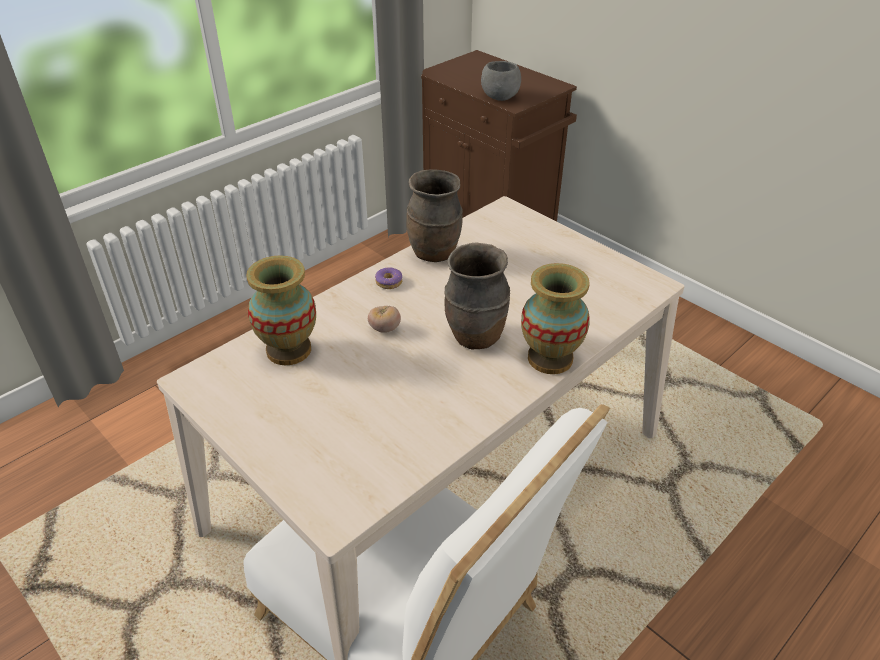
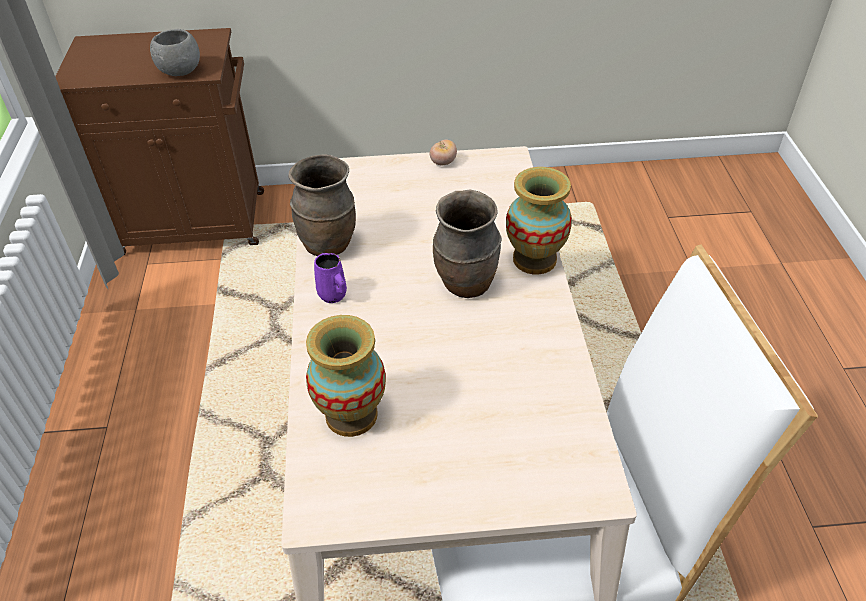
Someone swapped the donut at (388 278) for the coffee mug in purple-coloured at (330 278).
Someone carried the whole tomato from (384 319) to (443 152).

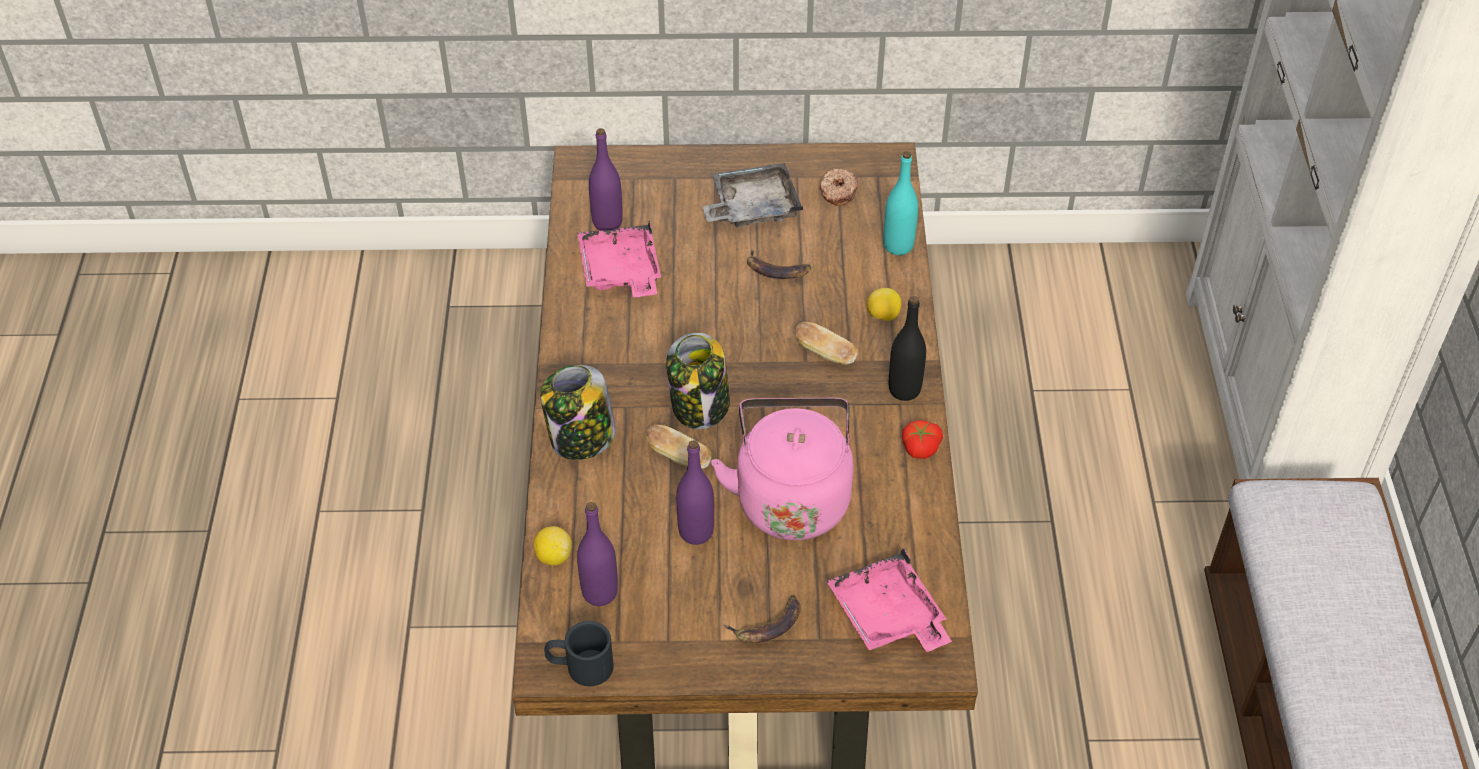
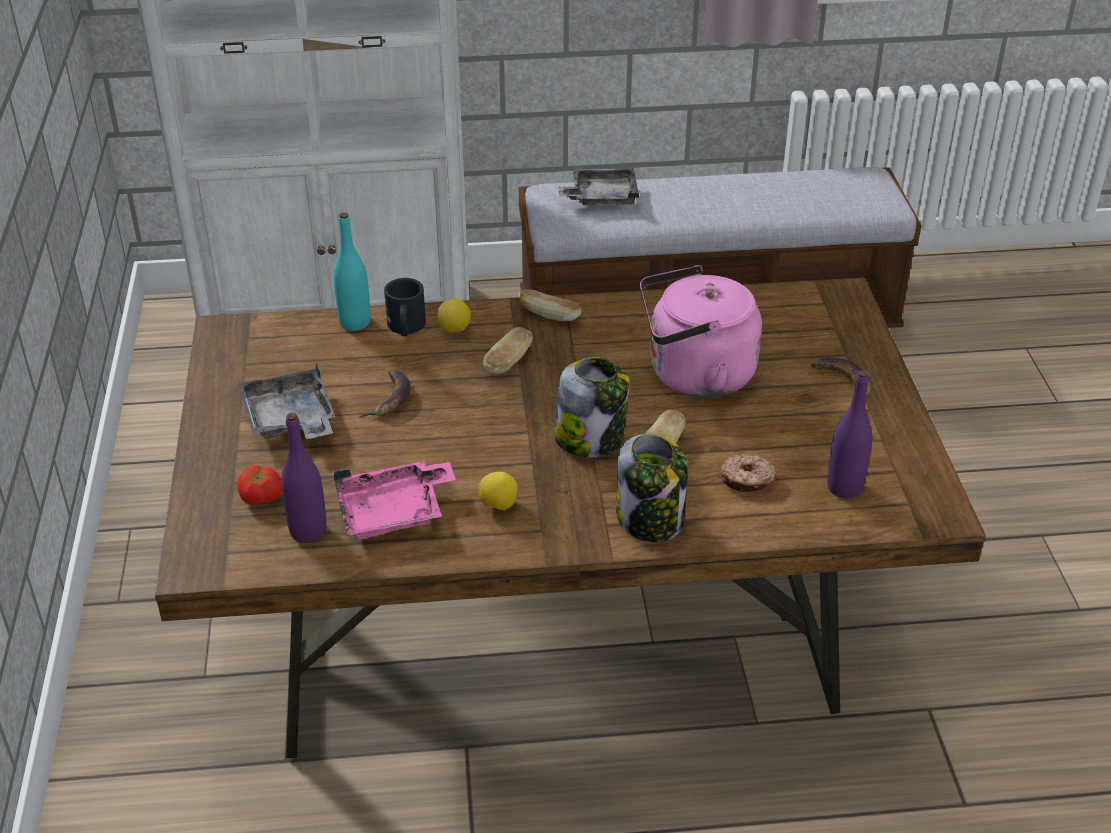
Someone carried the whole tomato from (922 439) to (260 485).
Someone carried the coffee mug in blackish from (579 653) to (405 307).
Someone carried the citrus fruit from (552 546) to (498 491).
Someone swapped the drink bottle in blackish at (907 348) for the bakery bread at (550 305).
Someone put down the tray in greyish at (598 186).
Someone carried the donut from (838 187) to (749 473).
Someone took away the drink bottle in purple-coloured at (695 492).
Someone took away the tray in pinkish at (889 600).

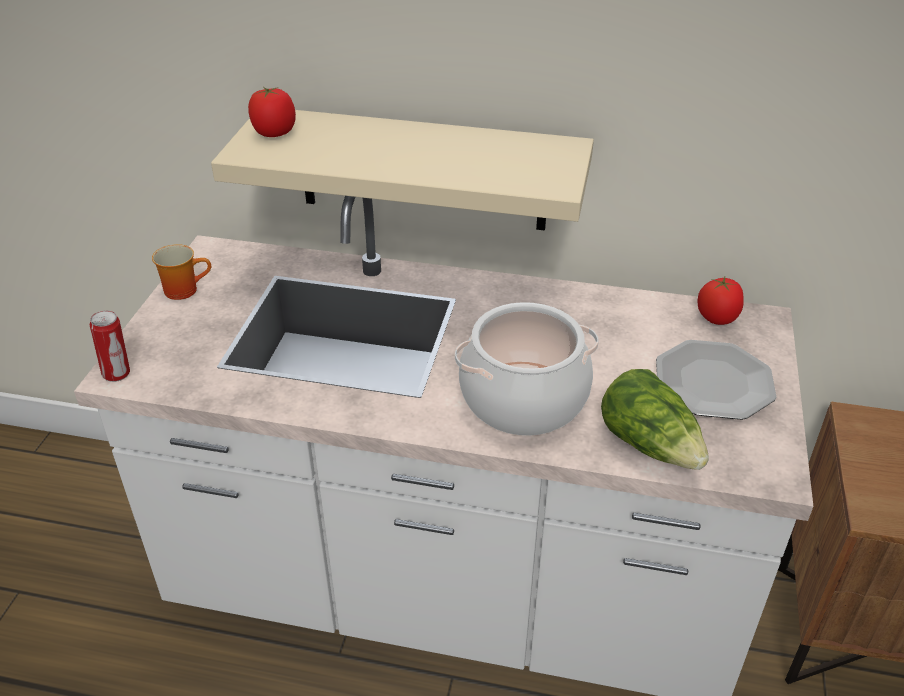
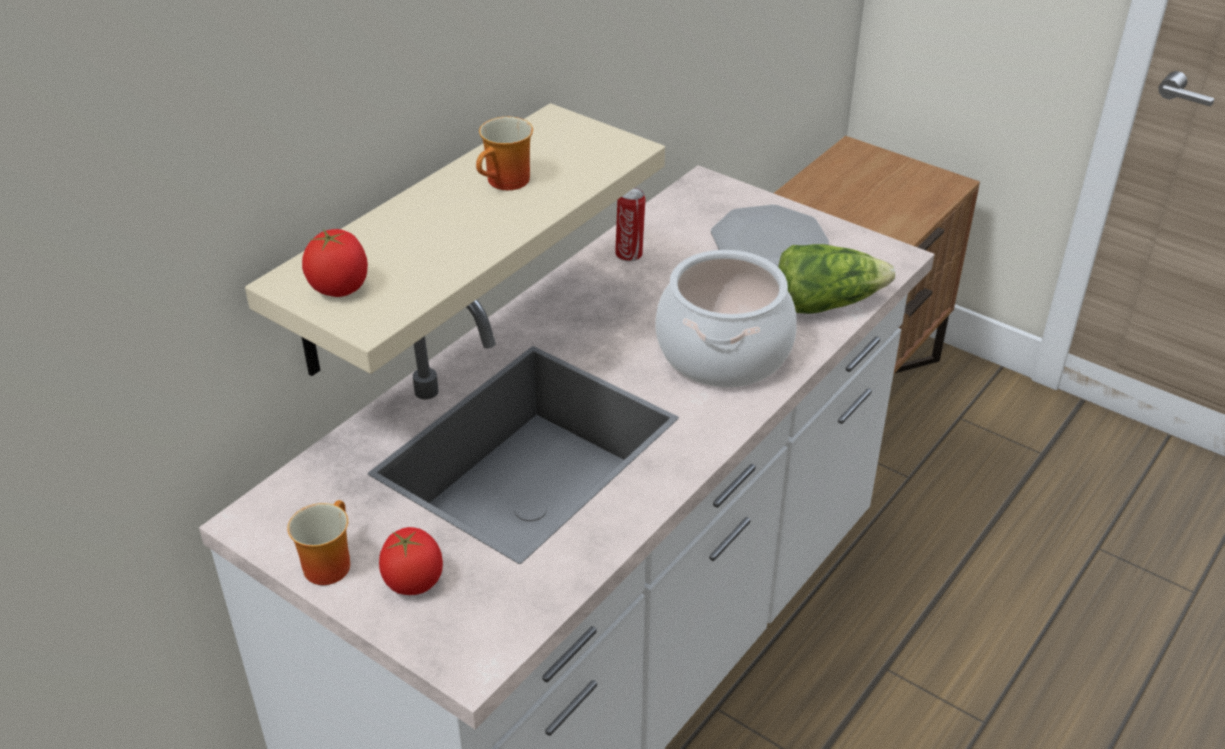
Someone carried the whole tomato from (720 301) to (411 561).
Someone put down the coffee mug at (504 153).
Someone carried the can from (110 346) to (630 225).

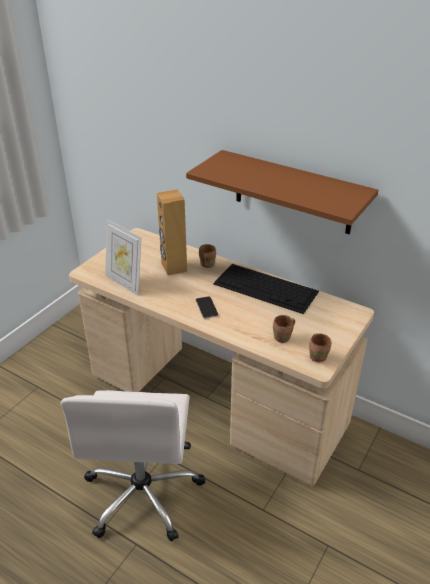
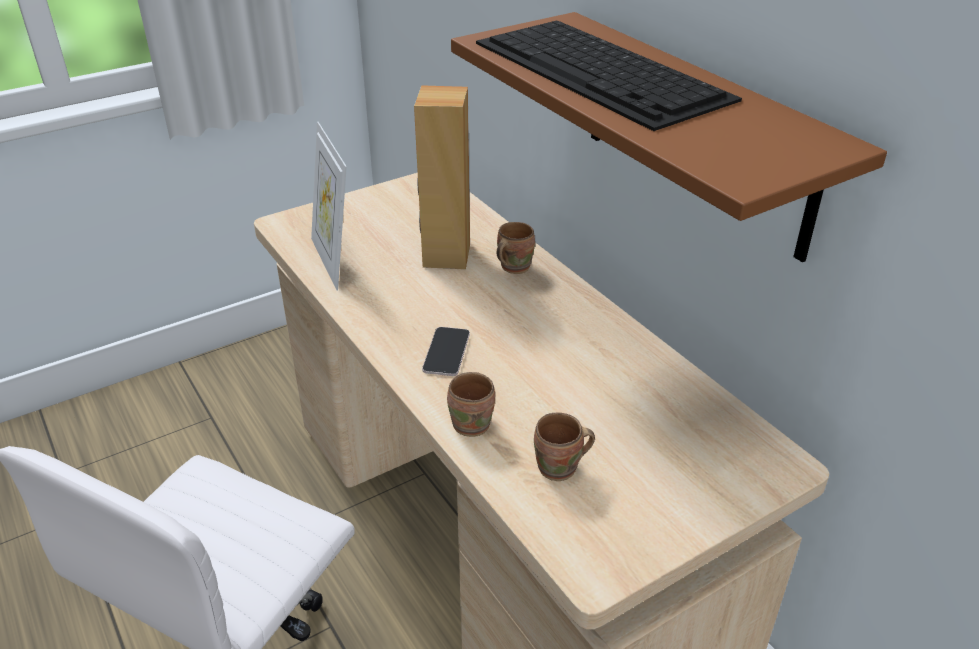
Someone carried the coffee mug in brown-coloured from (320 348) to (471 404).
Someone carried the PC keyboard from (266 289) to (609 75).

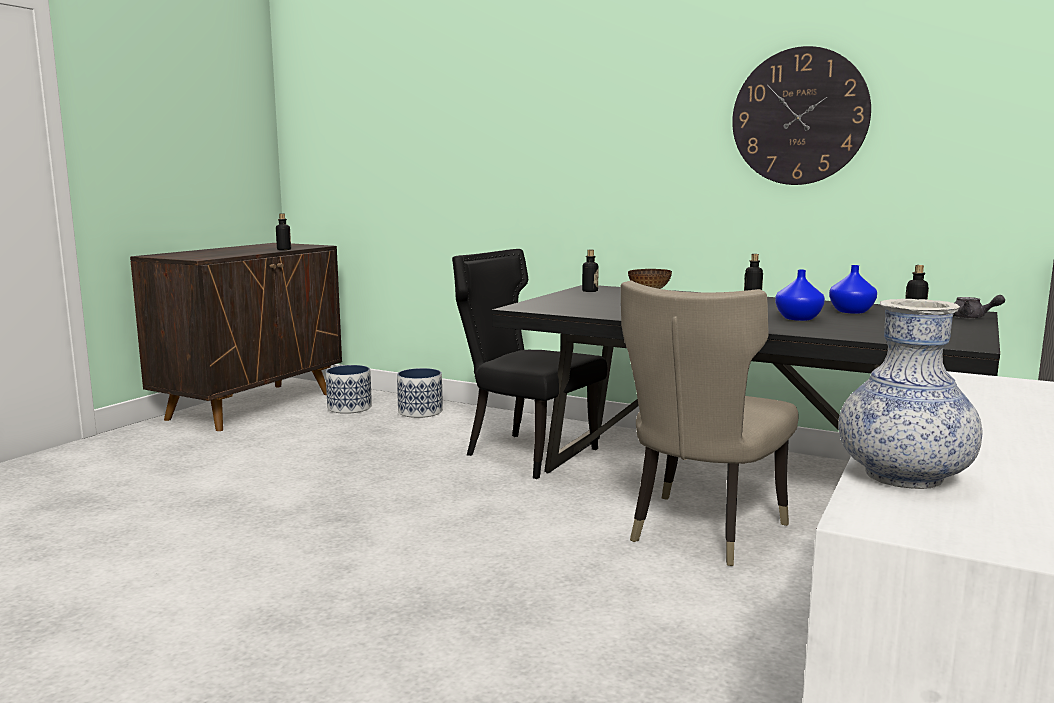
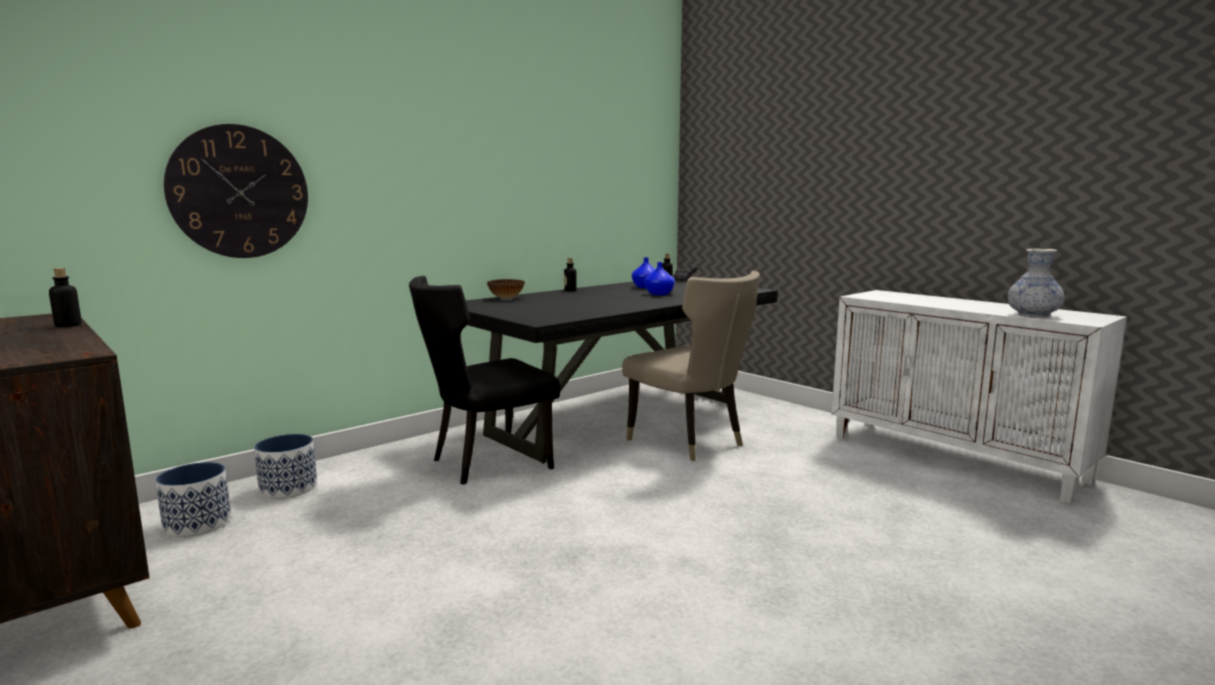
Someone carried the hanging clock from (801 115) to (236 191).
Someone took away the drink bottle at (590 271).

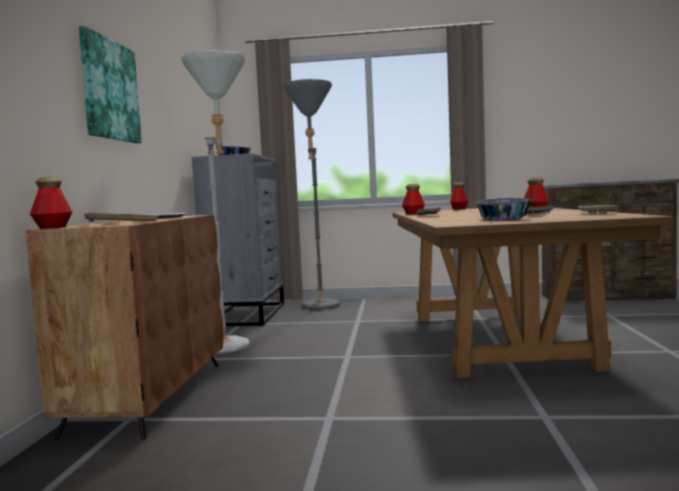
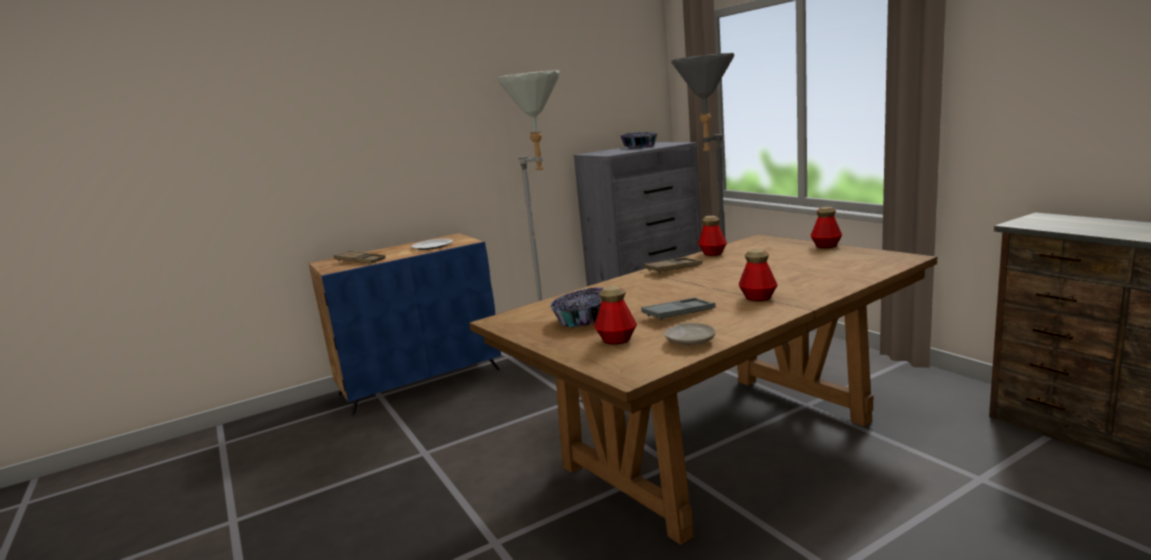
Someone repainted the storage cabinet in brown-coloured at (124 327), which became the storage cabinet in bluish at (405 324).
Someone carried the drink bottle from (51 203) to (615 315).
Someone took away the wall picture at (110 85).

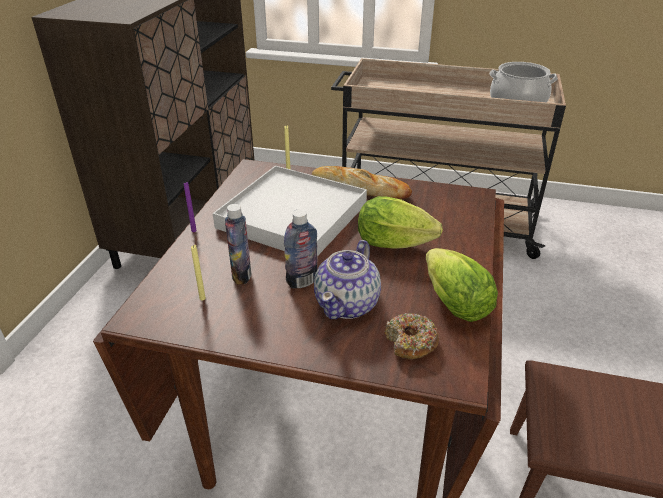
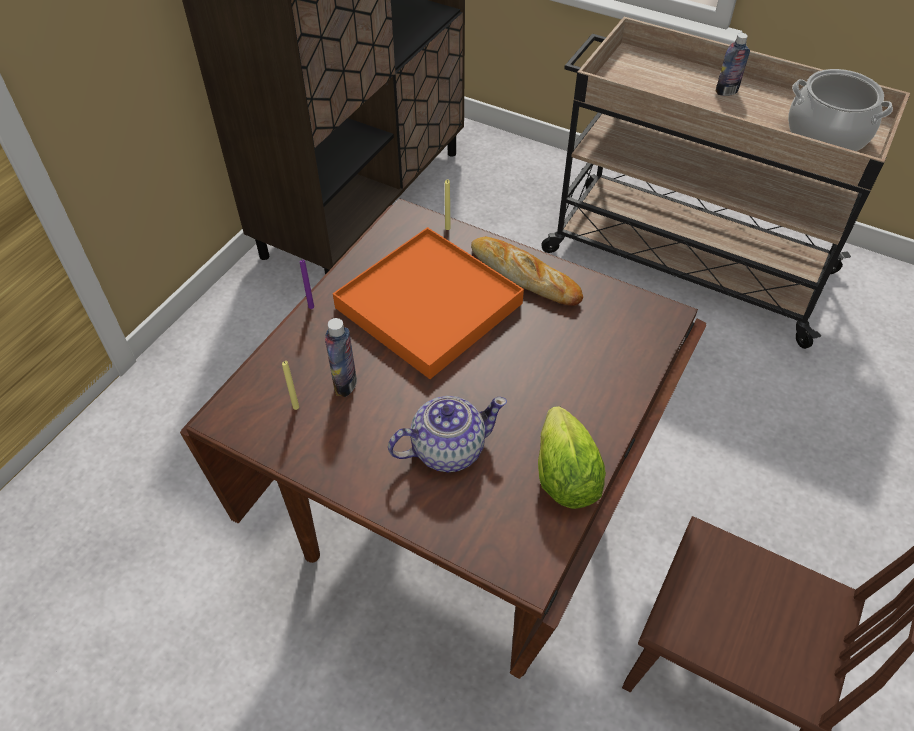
Someone repainted the tray in white at (290 211), which became the tray in orangey at (428 303).
Someone rotated the pot for tea at (347 279) by 150 degrees counterclockwise.
Someone carried the drink bottle from (301 248) to (733 64).
Someone took away the head of lettuce at (400 222).
Someone took away the donut at (412 336).

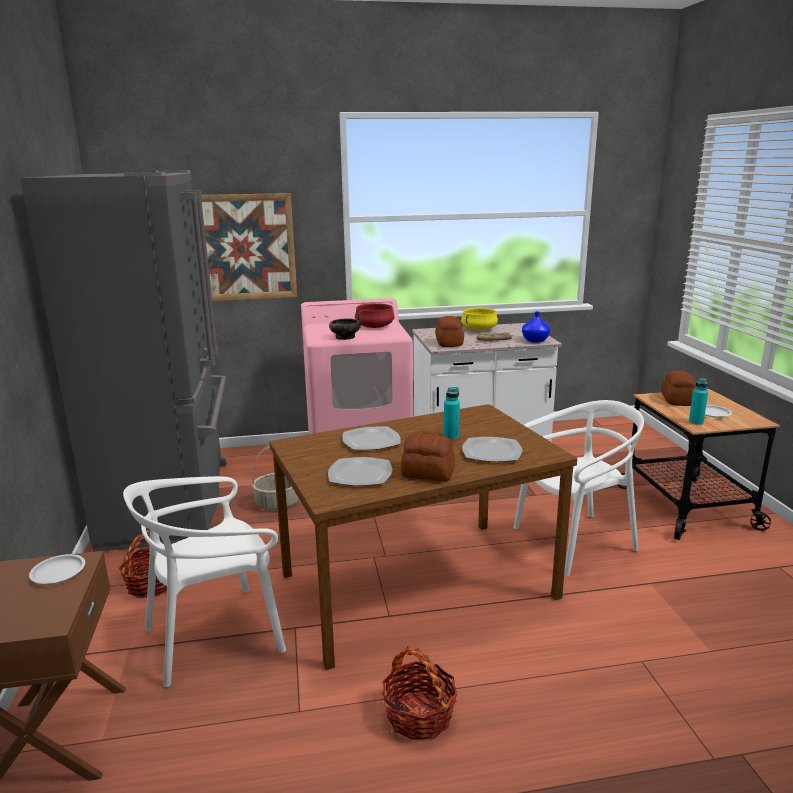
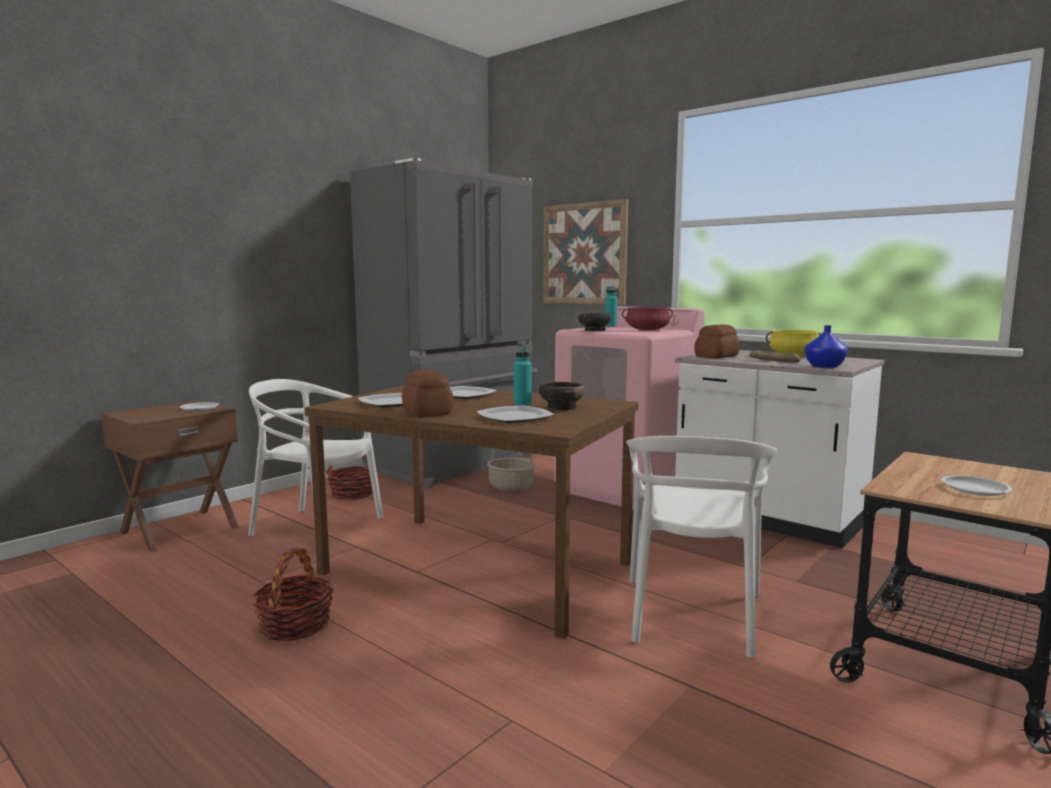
Someone put down the bowl at (562 396).
Someone carried the drink bottle in turquoise from (698 401) to (611 306).
Someone rotated the plain chair in white at (578 488) by 75 degrees clockwise.
Someone took away the bakery bread at (678 388).

